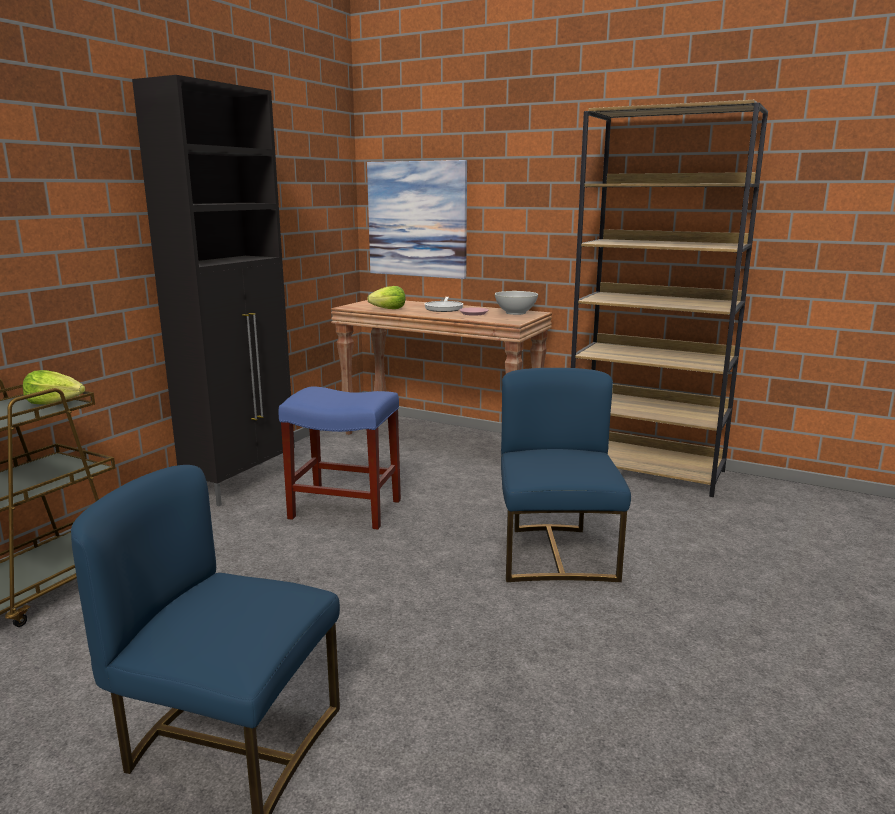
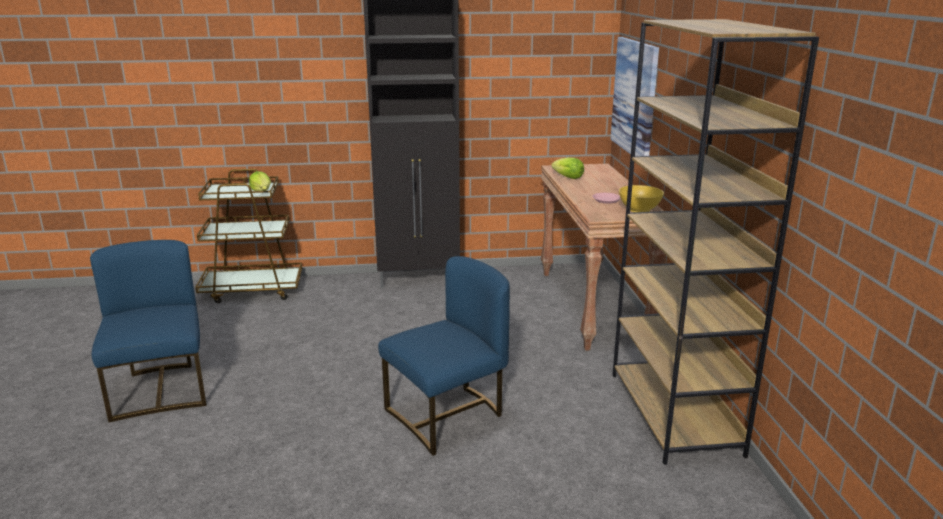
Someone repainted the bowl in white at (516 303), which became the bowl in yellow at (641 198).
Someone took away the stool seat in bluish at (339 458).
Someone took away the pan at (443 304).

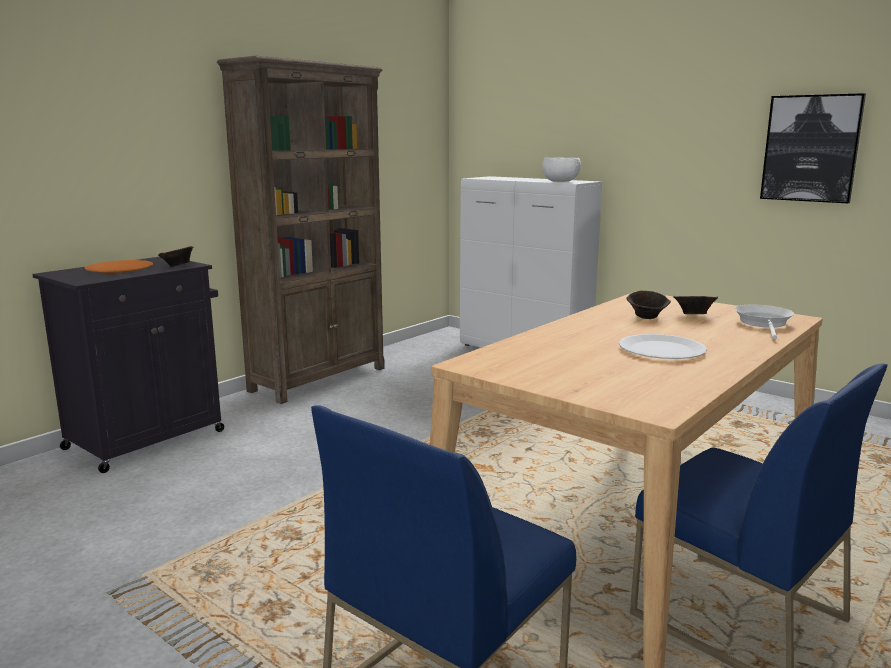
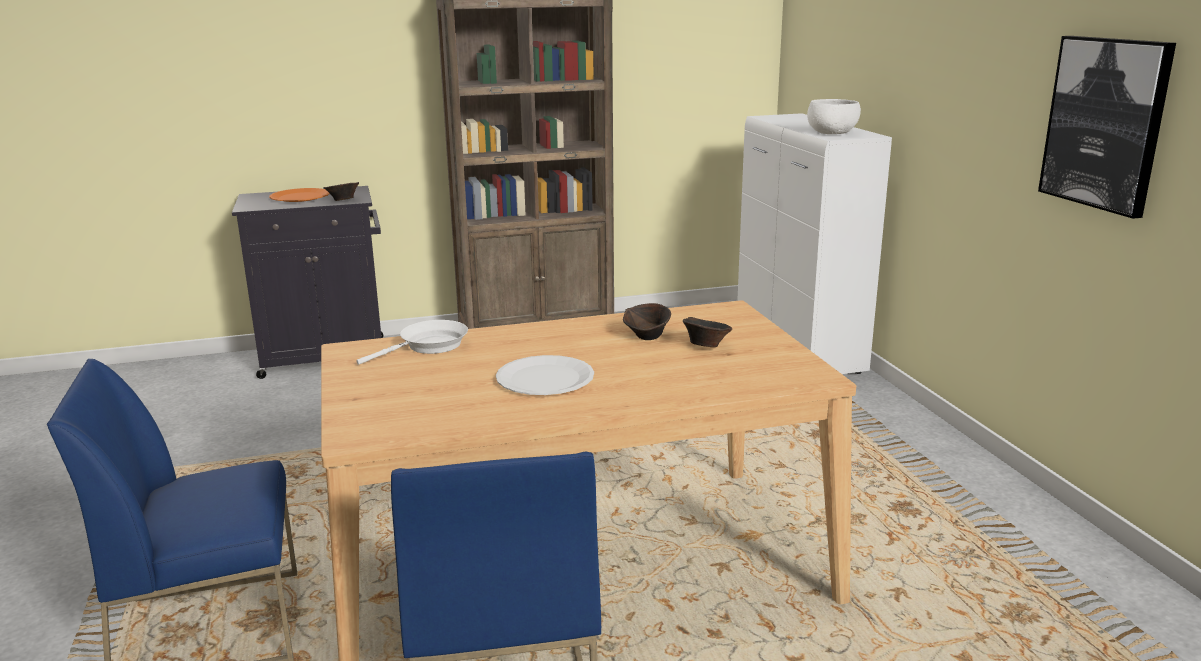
Someone carried the pan in white from (764 321) to (412 342).

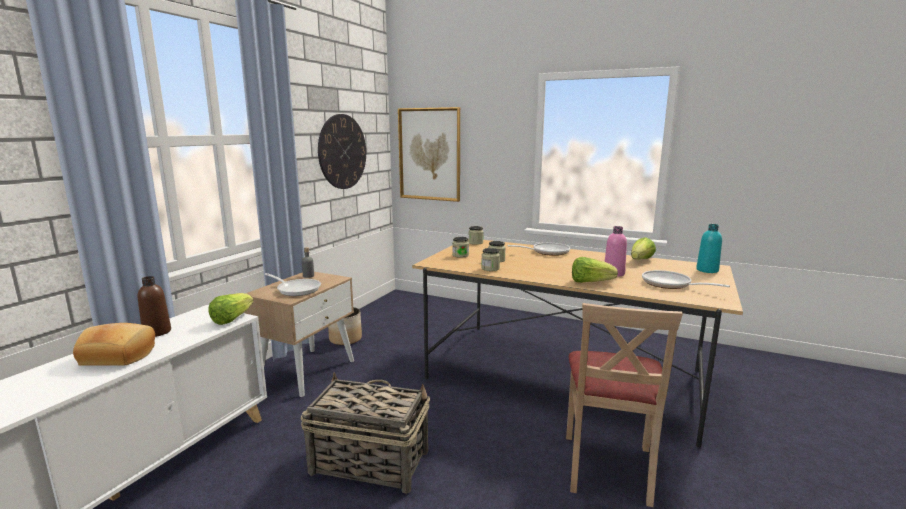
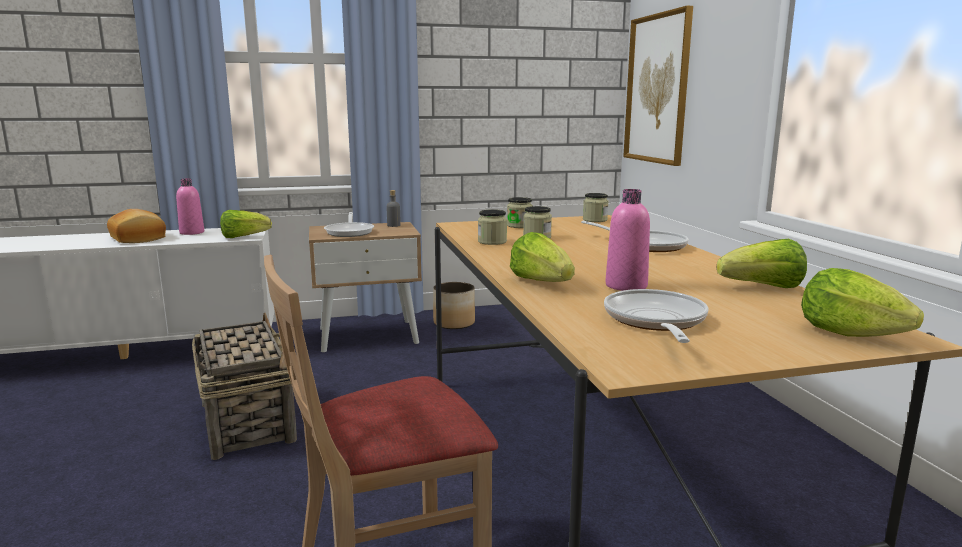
Someone repainted the drink bottle in brown-coloured at (154 306), which became the drink bottle in pinkish at (190 206).
Someone swapped the drink bottle in turquoise at (709 248) for the head of lettuce at (862 302).
Someone took away the hanging clock at (342 151).

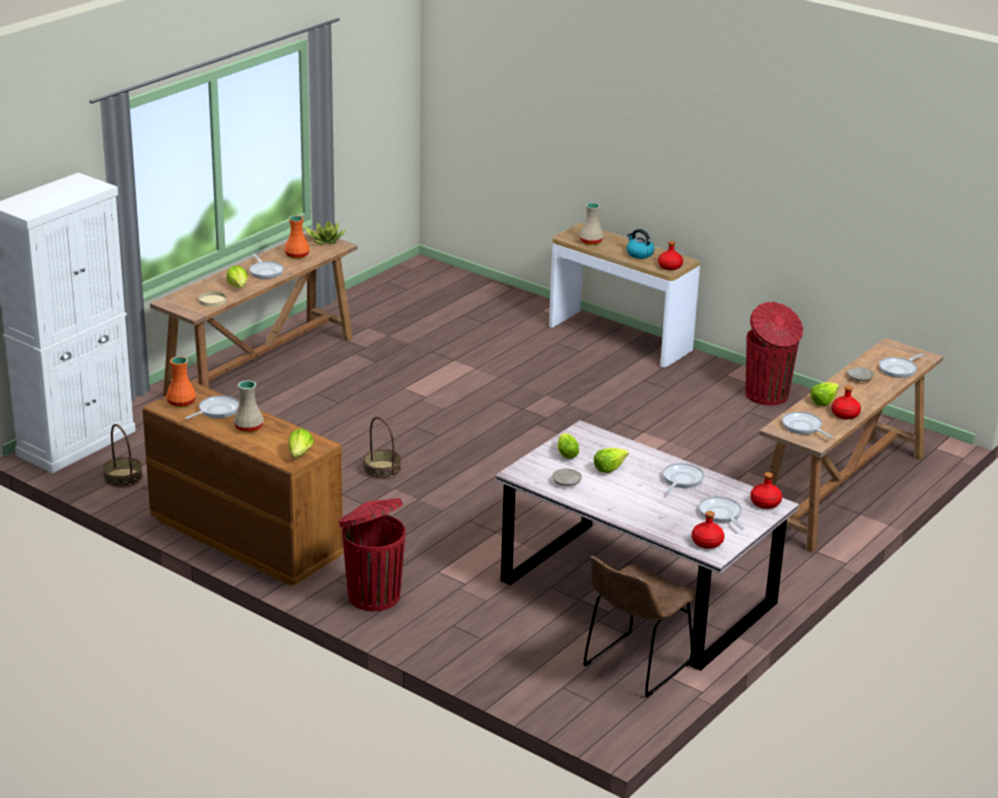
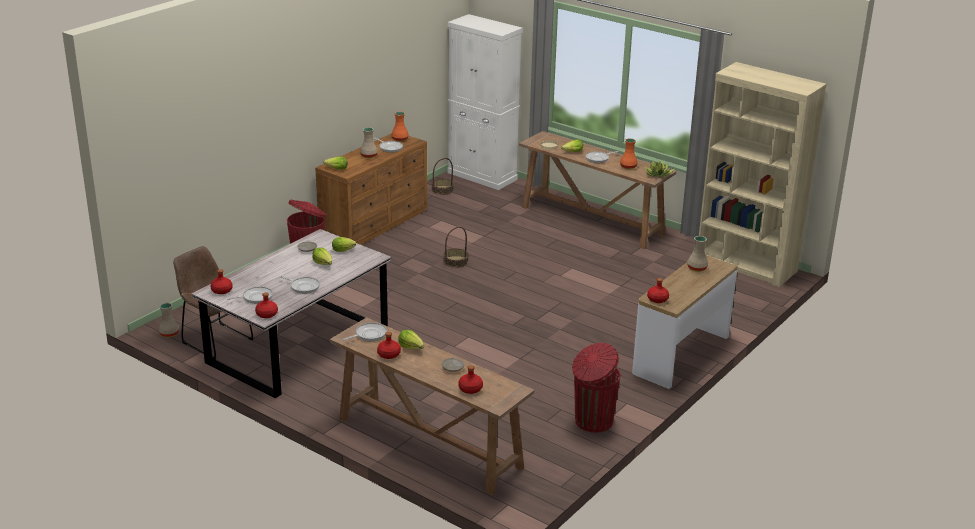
Someone put down the flower vase in sand-coloured at (168 320).
Someone swapped the pan at (901 365) for the drink bottle in red-coloured at (470 379).
Someone put down the bookcase in sand-coloured at (762 174).
Someone took away the water kettle at (640 244).

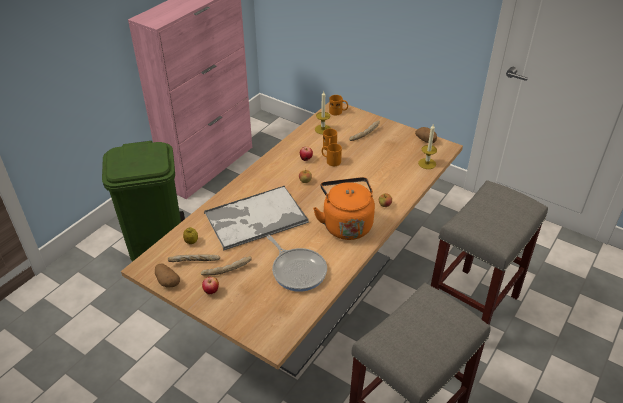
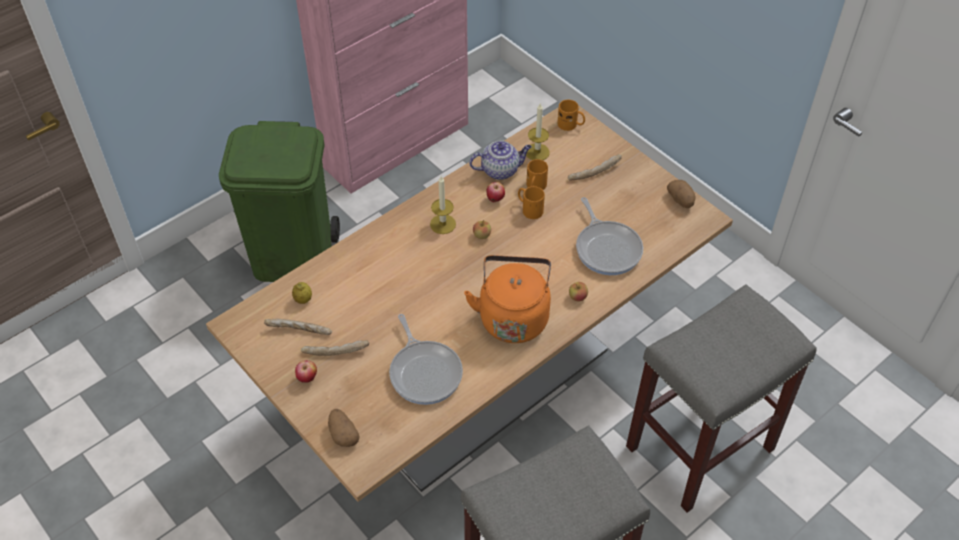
Someone carried the potato from (167 275) to (343 428).
Someone carried the wax light from (427 146) to (443 205).
Someone put down the pot for tea at (500 160).
Someone put down the pan at (609 236).
Someone took away the tray at (256 218).

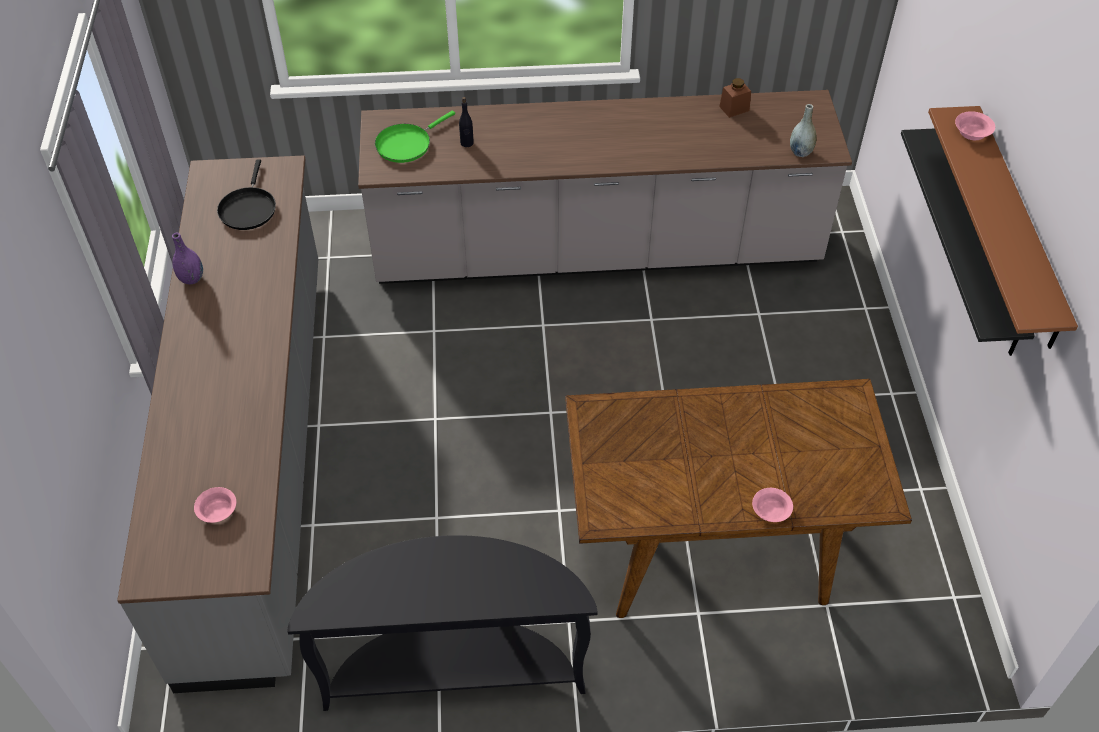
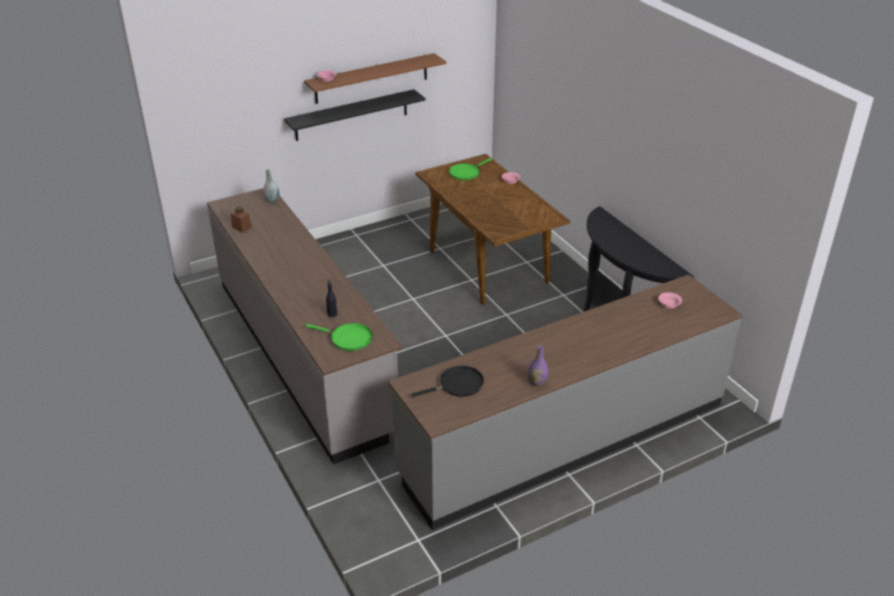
Someone put down the pan in green at (470 169).

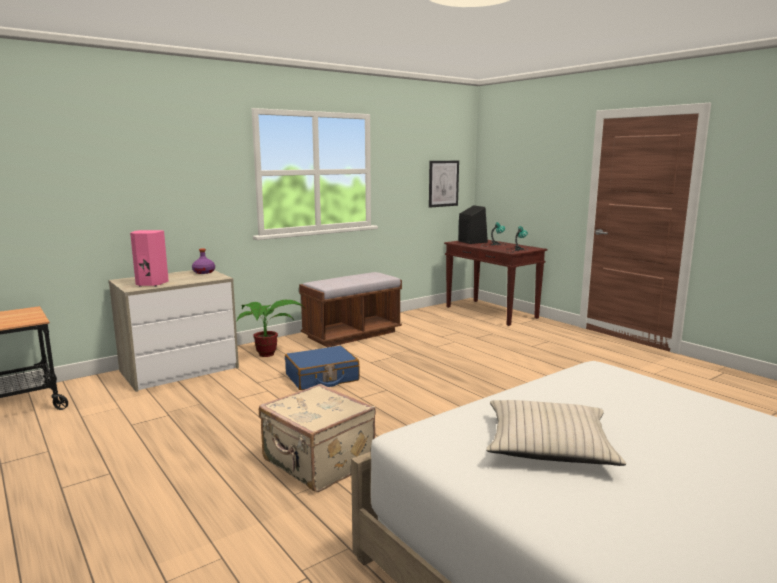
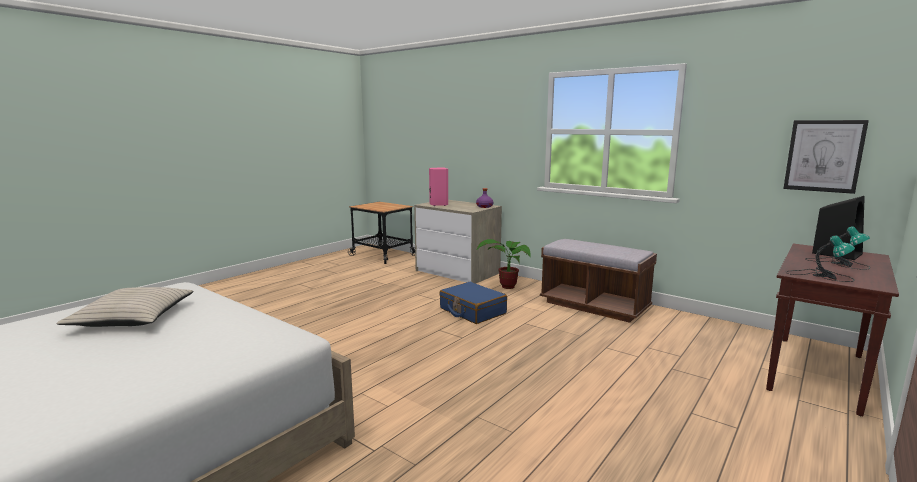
Someone took away the piece of luggage in sand-coloured at (317 438).

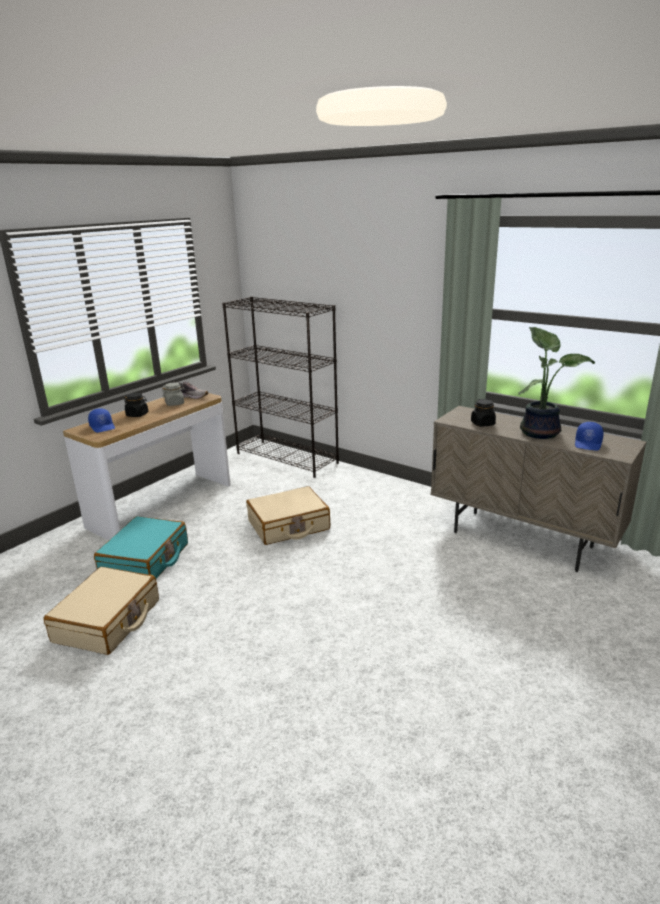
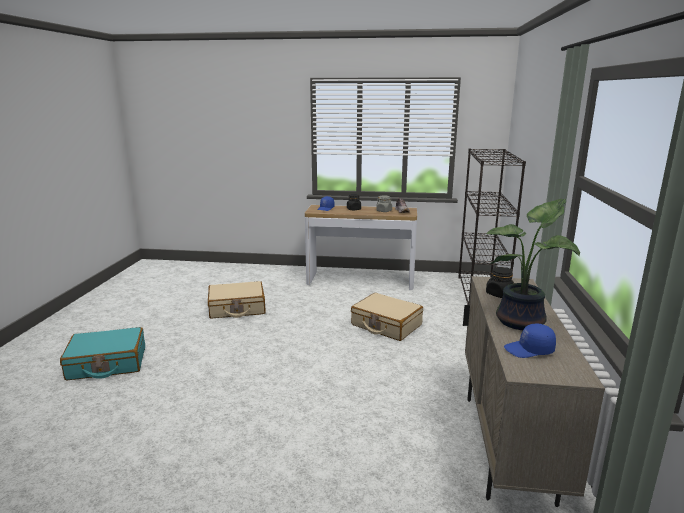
Someone carried the piece of luggage in turquoise from (141 547) to (102 353).

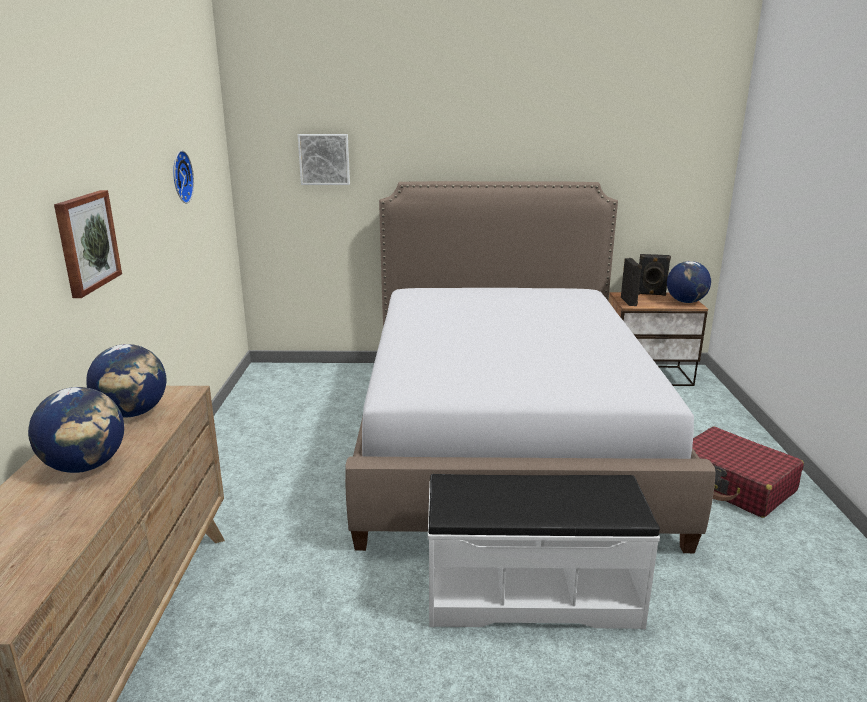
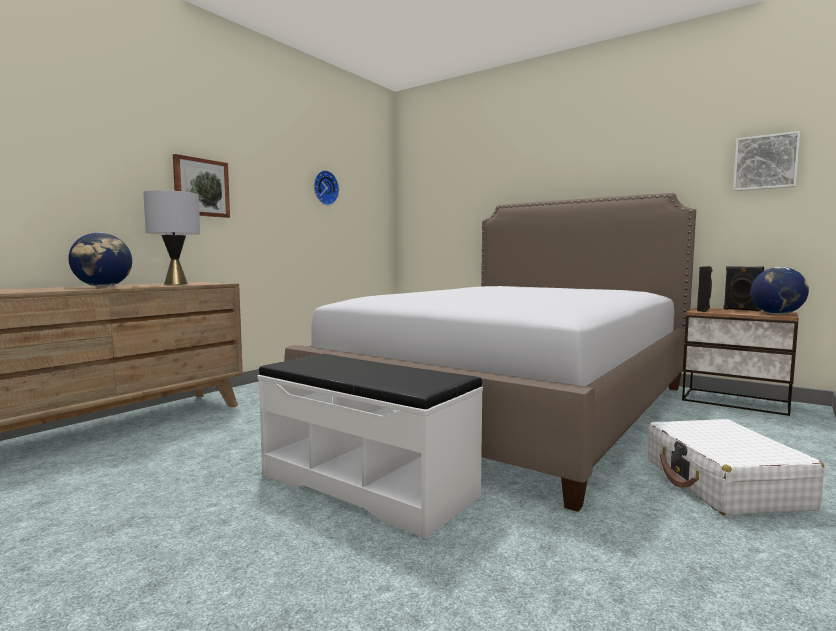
Someone swapped the globe at (126 380) for the lamp for a table in greyish at (171 237).
Someone repainted the piece of luggage in red-coloured at (748 472), which became the piece of luggage in white at (736 467).
Someone carried the wall picture from (324 159) to (766 161).

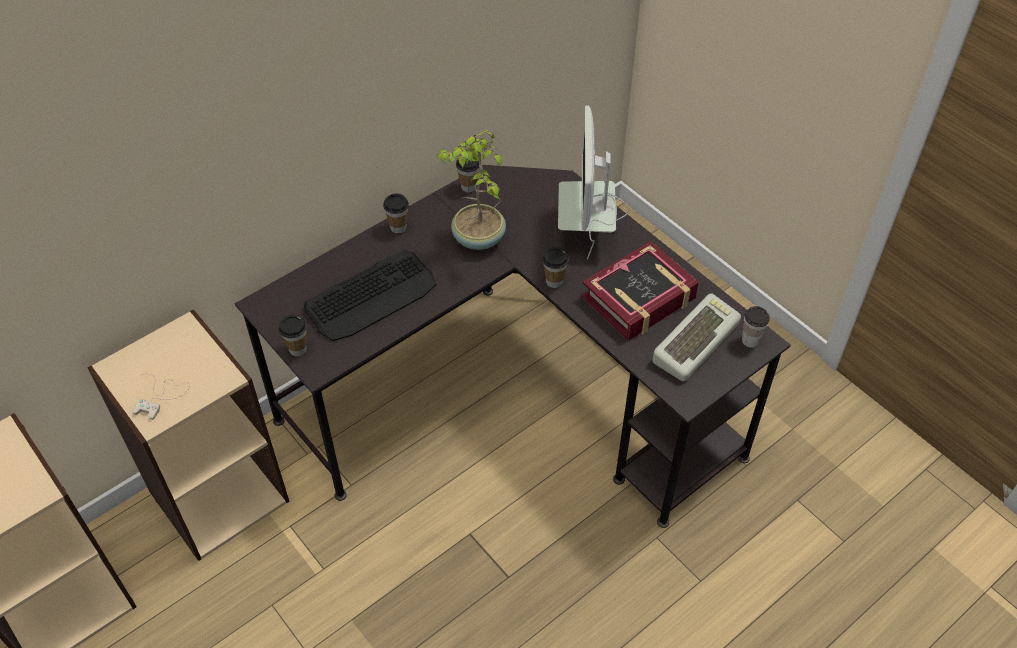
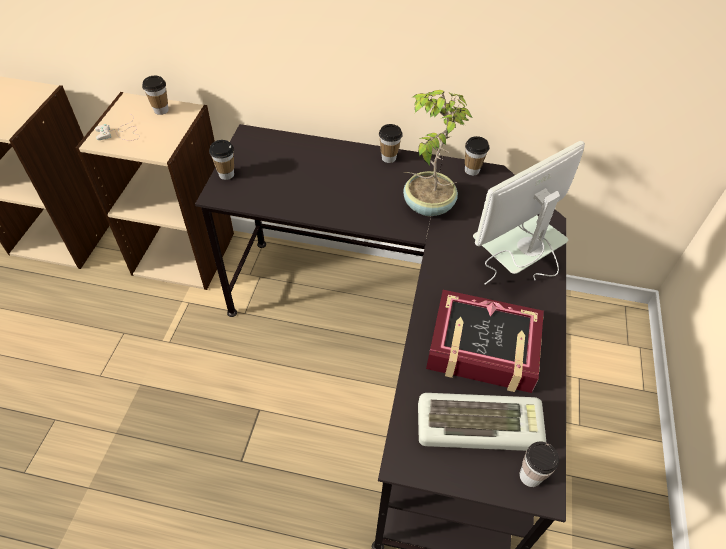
Someone carried the cup from (555 267) to (155 95).
Someone took away the PC keyboard at (370 295).

